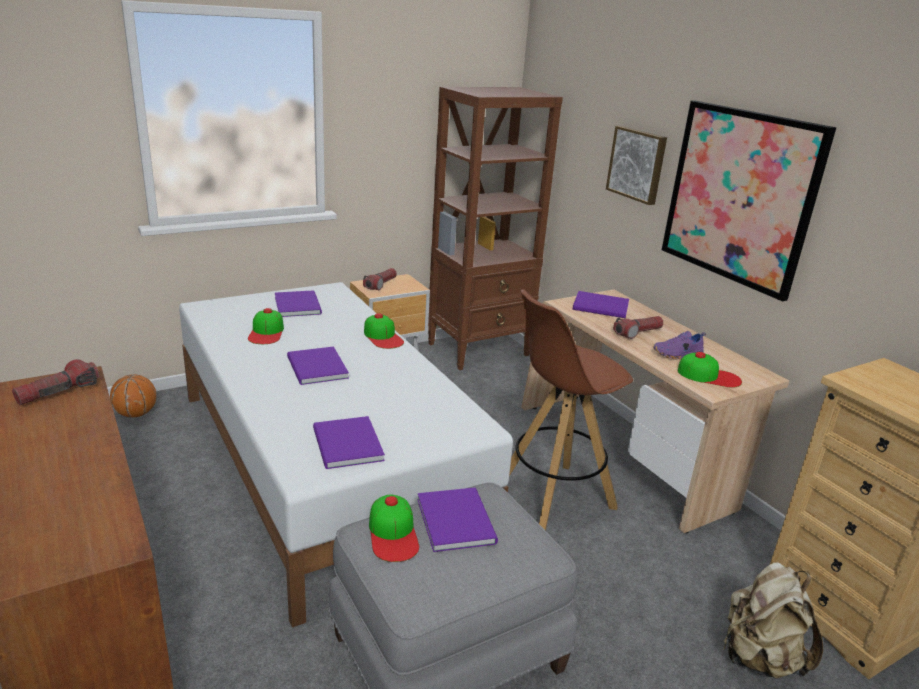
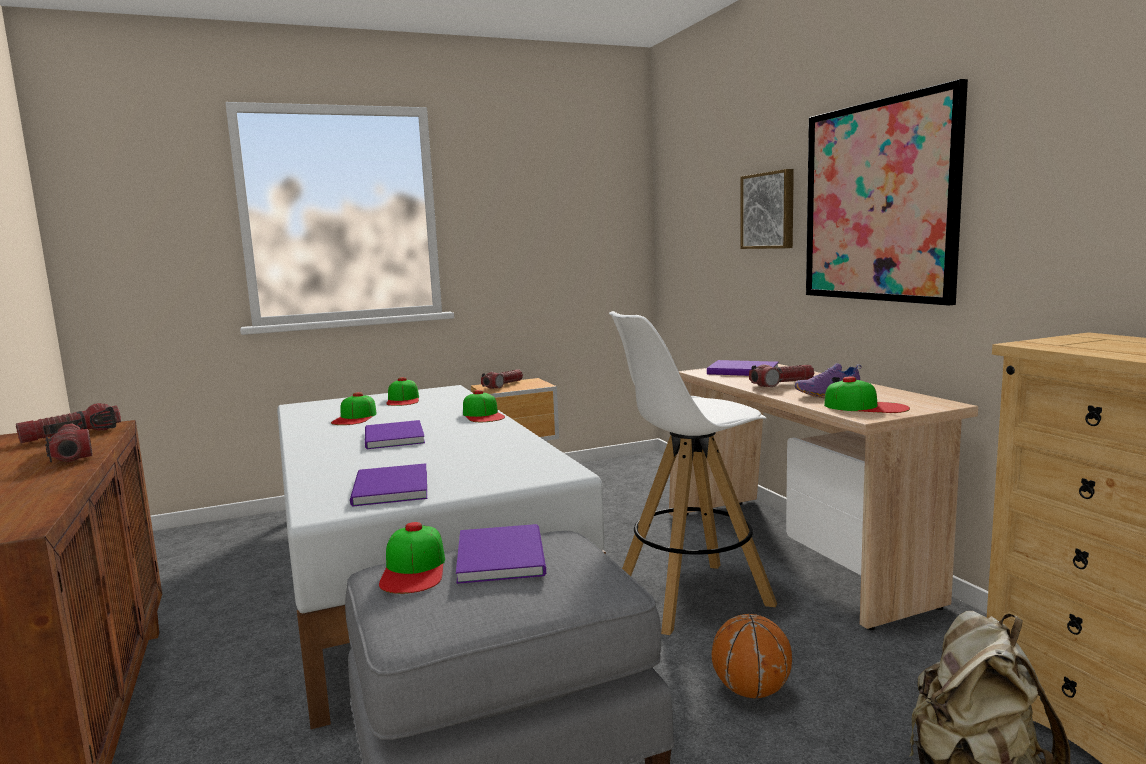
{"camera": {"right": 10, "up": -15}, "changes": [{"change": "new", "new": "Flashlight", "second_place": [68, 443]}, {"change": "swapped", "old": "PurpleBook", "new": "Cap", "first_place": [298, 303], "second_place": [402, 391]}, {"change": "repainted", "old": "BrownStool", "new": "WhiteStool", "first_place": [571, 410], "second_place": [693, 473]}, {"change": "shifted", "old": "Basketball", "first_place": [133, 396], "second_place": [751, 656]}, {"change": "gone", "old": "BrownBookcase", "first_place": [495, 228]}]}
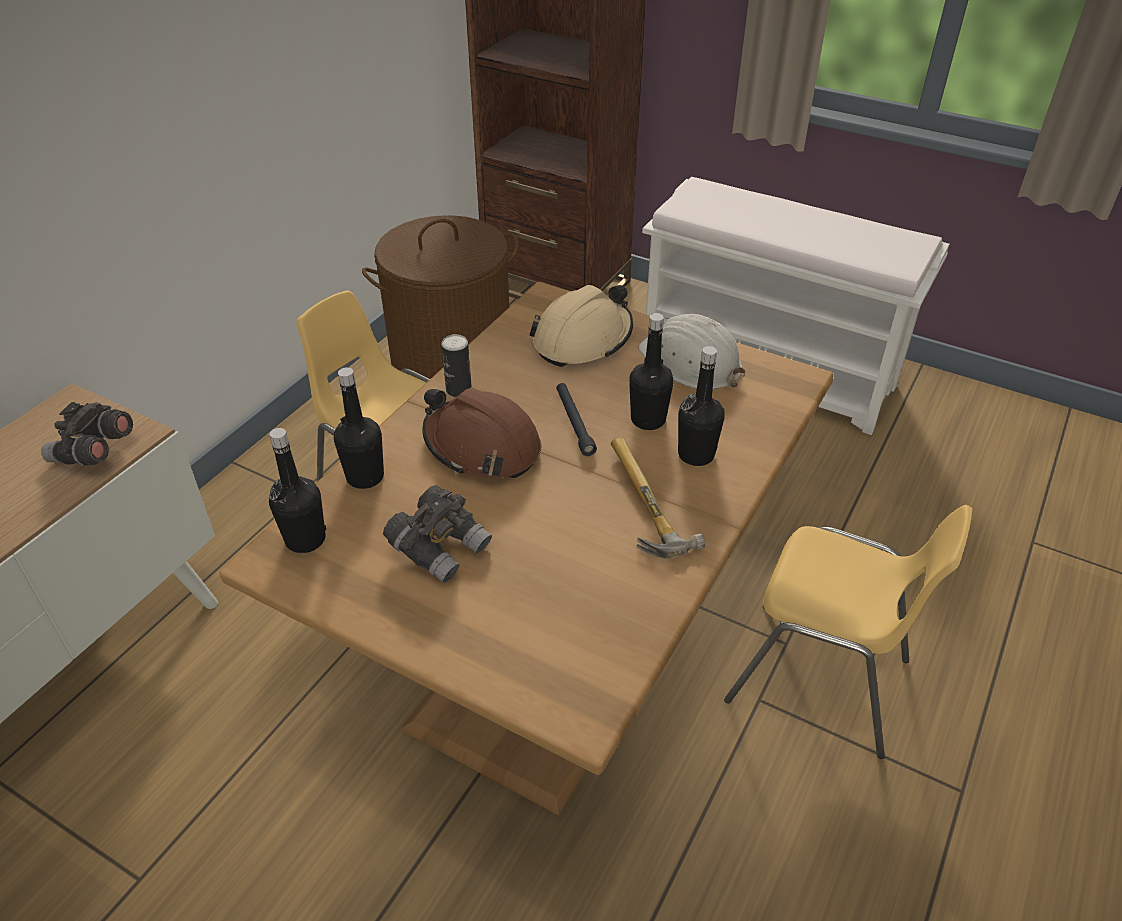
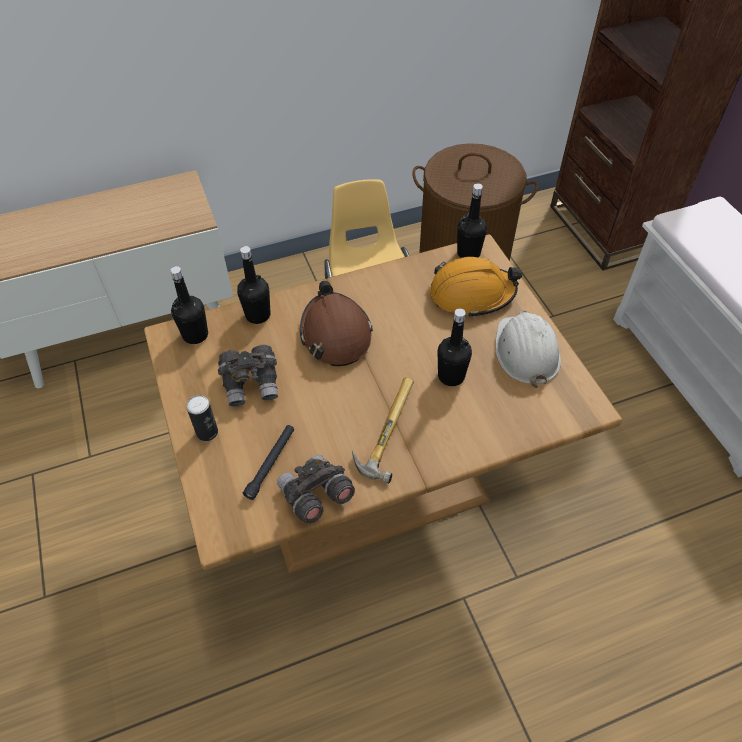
{"camera": {"right": 40, "up": 10}, "changes": [{"change": "shifted", "old": "Can", "first_place": [456, 365], "second_place": [202, 418]}, {"change": "shifted", "old": "BlackFlashlight", "first_place": [576, 419], "second_place": [268, 462]}, {"change": "shifted", "old": "GreyBinoculars", "first_place": [87, 433], "second_place": [316, 489]}, {"change": "repainted", "old": "BeigeHardHat", "new": "OrangeHardHat", "first_place": [581, 326], "second_place": [476, 287]}, {"change": "shifted", "old": "BlackBottle", "first_place": [701, 406], "second_place": [472, 221]}, {"change": "gone", "old": "YellowChair", "first_place": [848, 632]}]}
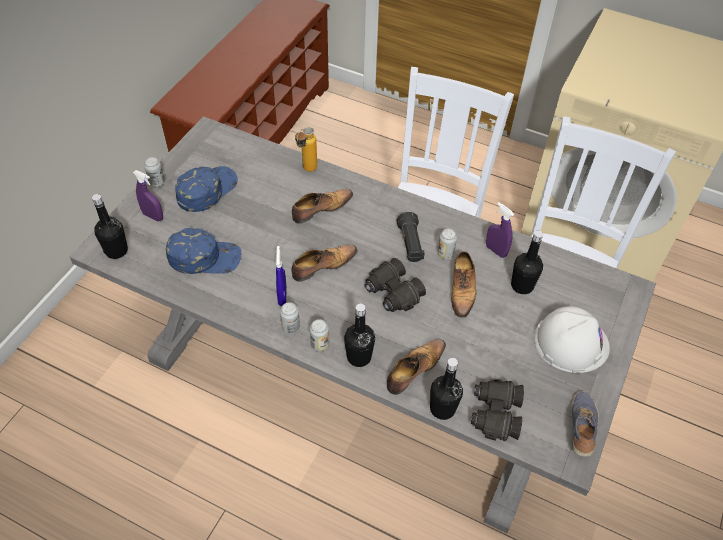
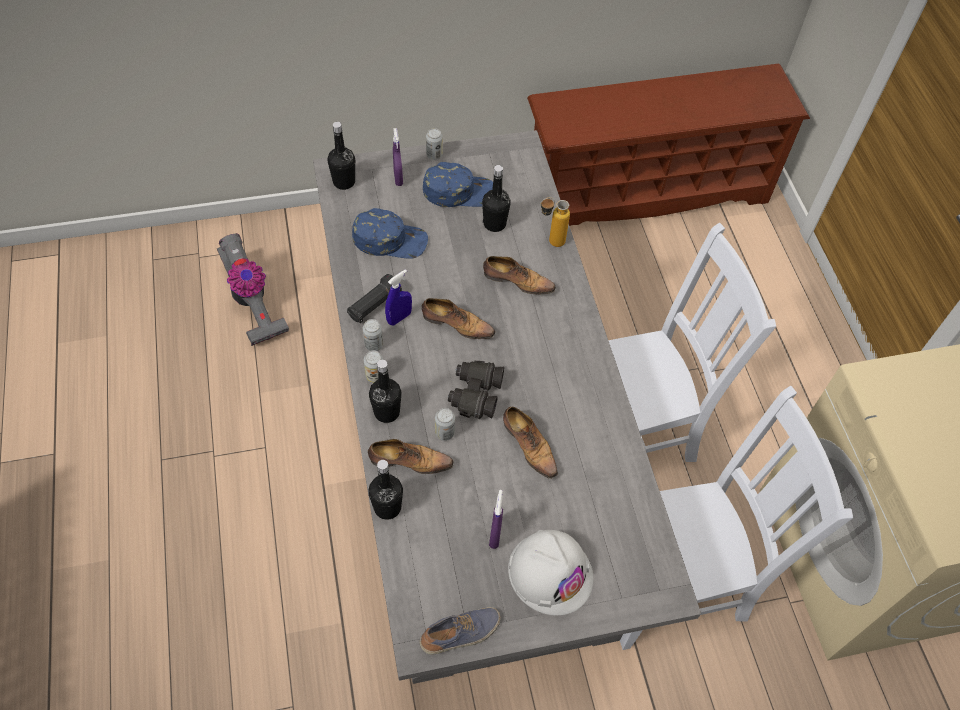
{"camera": {"right": 50, "up": 5}, "changes": [{"change": "new", "new": "VacuumCleaner", "second_place": [253, 289]}, {"change": "shifted", "old": "BlackFlashlight", "first_place": [411, 237], "second_place": [374, 298]}, {"change": "rotated", "old": "BlueCap", "first_place": [203, 251], "second_place": [390, 233], "degrees": -45}, {"change": "shifted", "old": "Can", "first_place": [447, 244], "second_place": [445, 424]}, {"change": "shifted", "old": "BlackBottle", "first_place": [527, 262], "second_place": [496, 198]}, {"change": "shifted", "old": "PurpleSprayBottle", "first_place": [500, 230], "second_place": [496, 519]}, {"change": "rotated", "old": "Shoe", "first_place": [463, 284], "second_place": [530, 443], "degrees": -90}, {"change": "gone", "old": "BlackBinoculars", "first_place": [497, 410]}]}
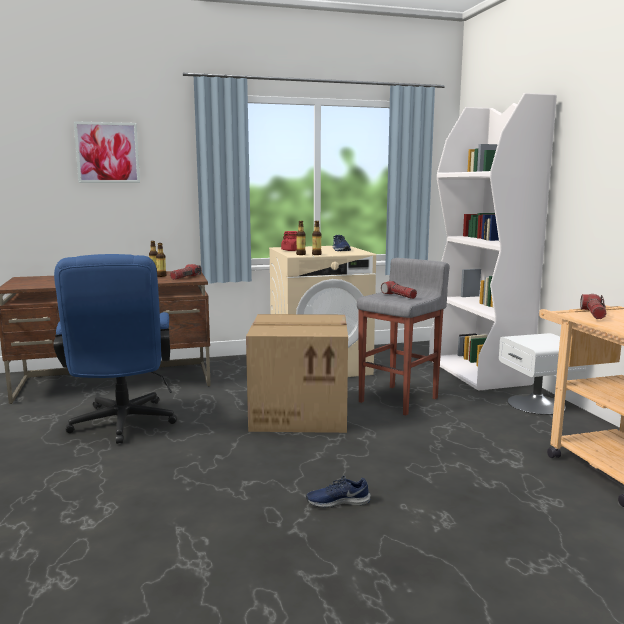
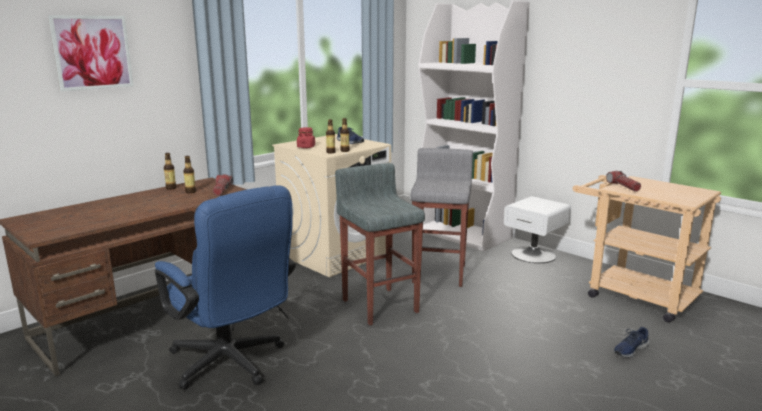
{"camera": {"right": -30, "up": 5}, "changes": [{"change": "swapped", "old": "CardboardBox", "new": "GreyStool", "first_place": [297, 373], "second_place": [380, 244]}, {"change": "shifted", "old": "BlueShoe", "first_place": [338, 492], "second_place": [631, 342]}, {"change": "gone", "old": "Flashlight", "first_place": [399, 290]}]}
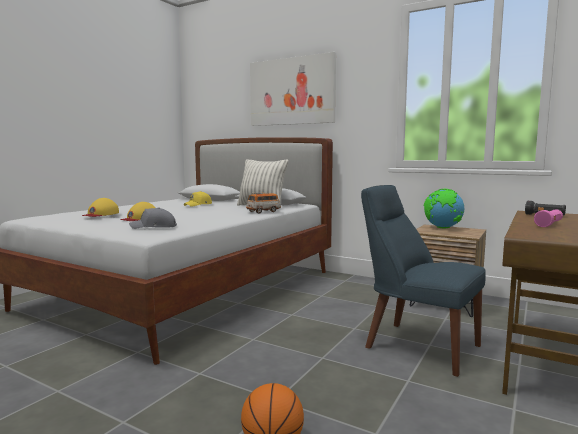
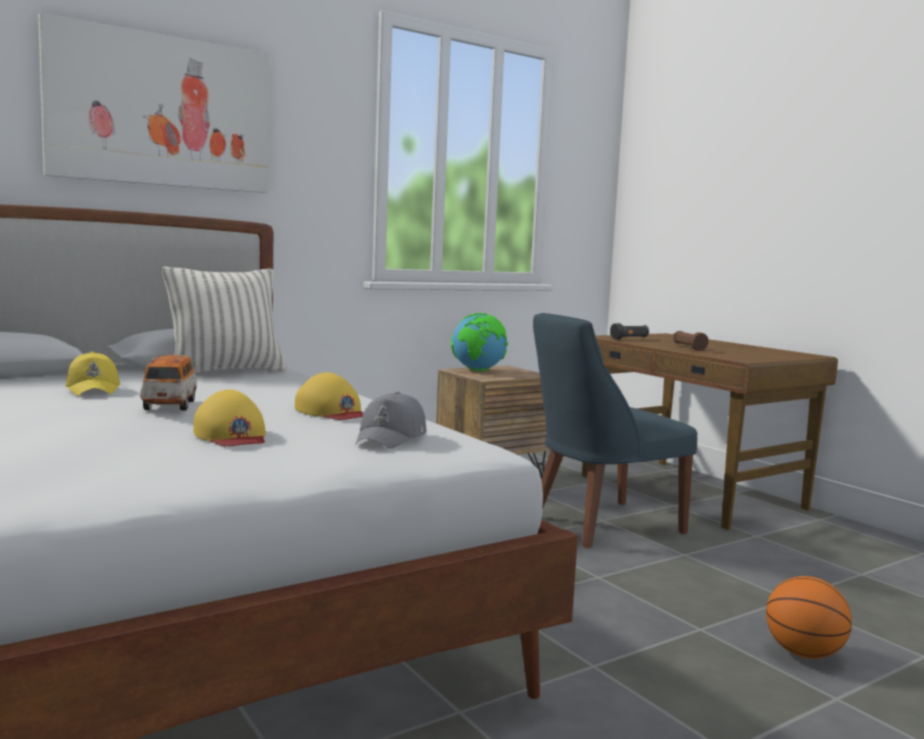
{"camera": {"right": -65, "up": 0}, "changes": [{"change": "shifted", "old": "ToyCar", "first_place": [263, 203], "second_place": [169, 383]}, {"change": "shifted", "old": "YellowCap", "first_place": [100, 207], "second_place": [329, 396]}, {"change": "repainted", "old": "PinkFlashlight", "new": "BrownFlashlight", "first_place": [548, 218], "second_place": [691, 341]}]}
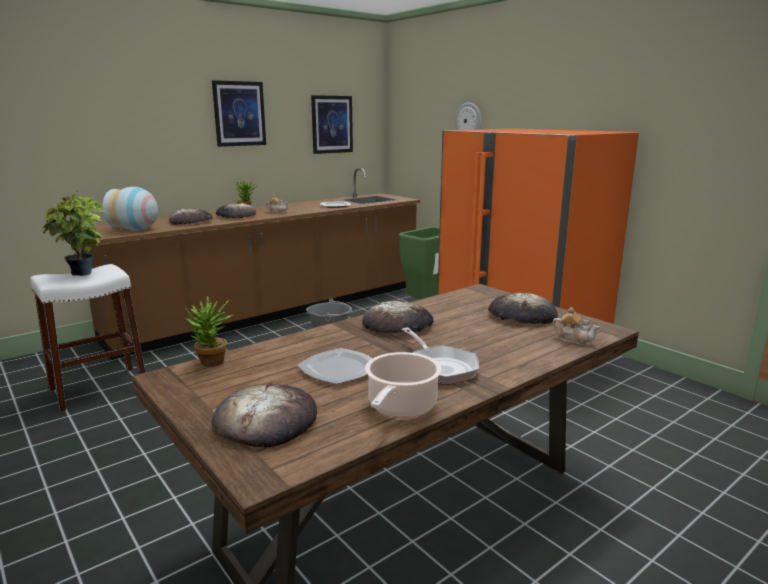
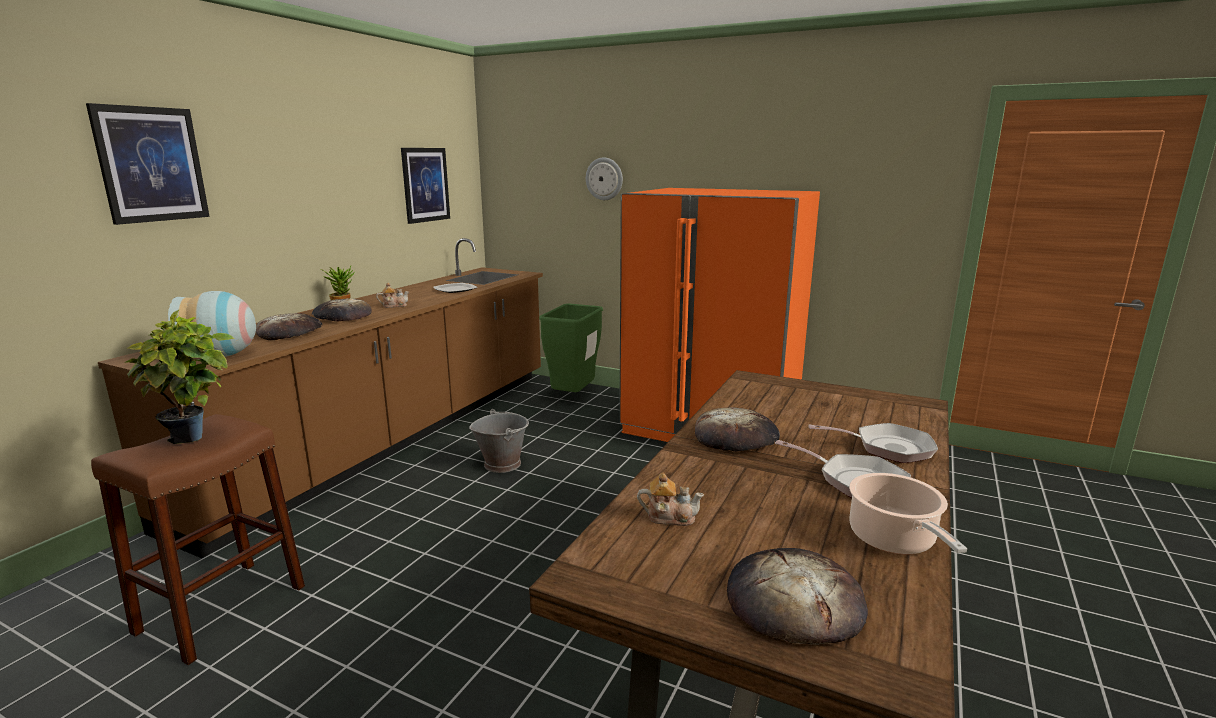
{"camera": {"right": -25, "up": 0}, "changes": [{"change": "shifted", "old": "Picture", "first_place": [239, 113], "second_place": [148, 164]}, {"change": "repainted", "old": "WhiteStool", "new": "BrownStool", "first_place": [87, 338], "second_place": [198, 539]}, {"change": "shifted", "old": "Teapot", "first_place": [576, 327], "second_place": [670, 499]}, {"change": "new", "new": "FryingPan", "second_place": [873, 443]}, {"change": "gone", "old": "PottedPlant", "first_place": [208, 332]}, {"change": "gone", "old": "Plate", "first_place": [335, 366]}, {"change": "gone", "old": "Bread", "first_place": [523, 308]}]}
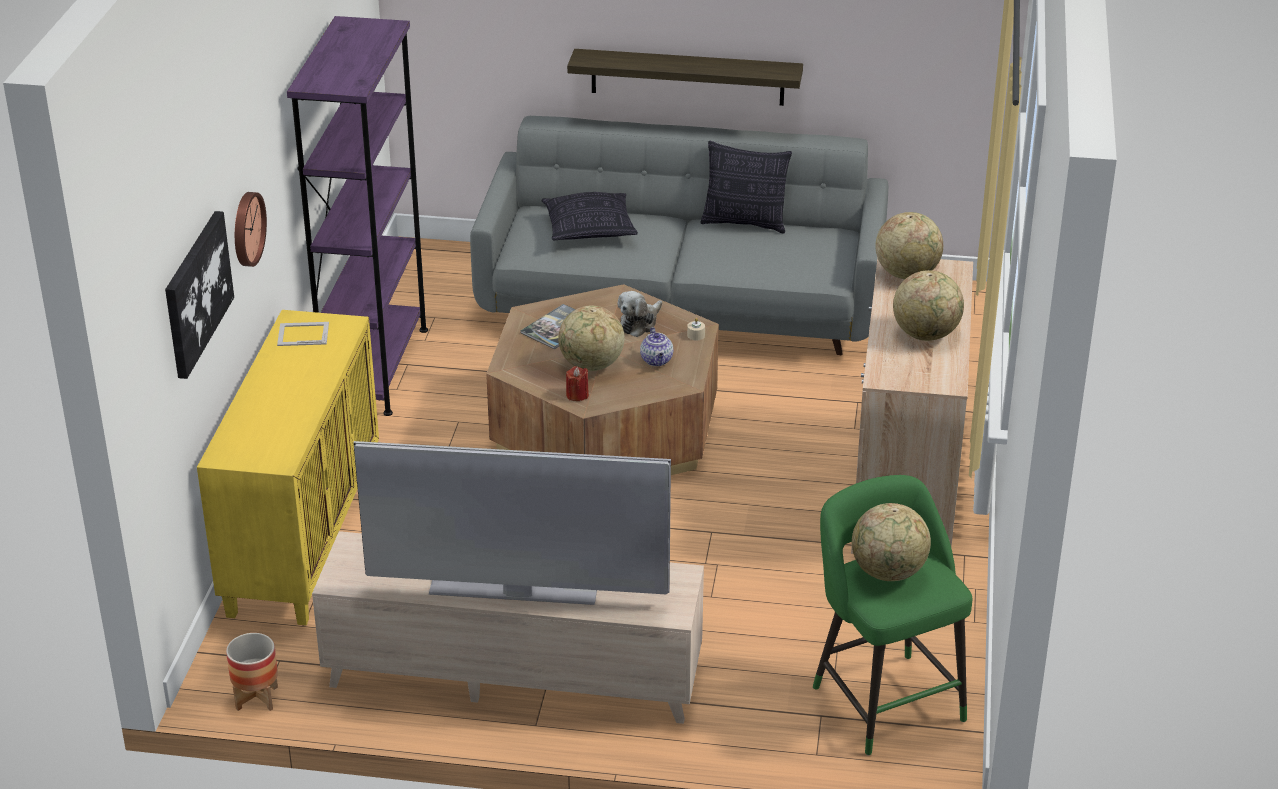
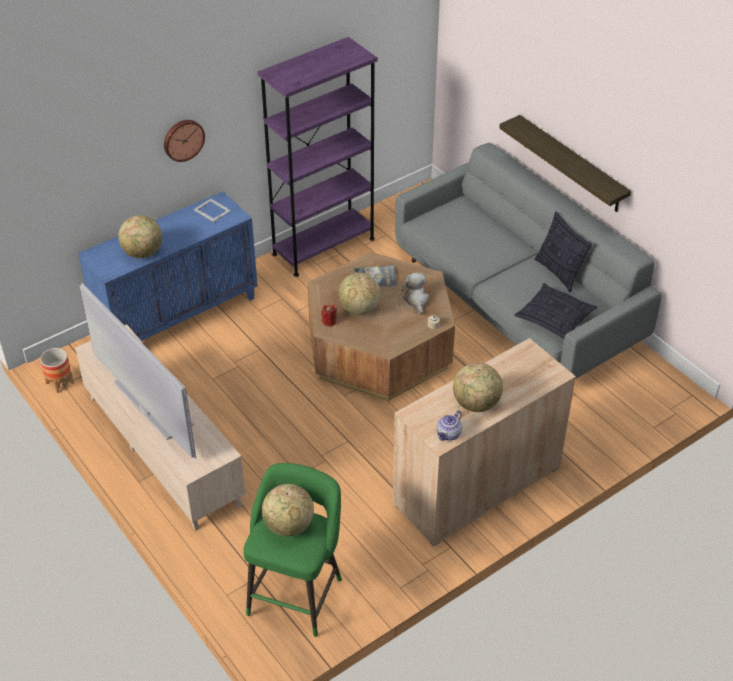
{"camera": {"right": 45, "up": 10}, "changes": [{"change": "repainted", "old": "YellowCabinet", "new": "BlueCabinet", "first_place": [288, 467], "second_place": [168, 266]}, {"change": "shifted", "old": "Globe", "first_place": [909, 245], "second_place": [140, 236]}, {"change": "rotated", "old": "PlushToy", "first_place": [639, 314], "second_place": [415, 294], "degrees": 90}, {"change": "shifted", "old": "Teapot", "first_place": [656, 346], "second_place": [449, 425]}, {"change": "shifted", "old": "Pillow", "first_place": [590, 216], "second_place": [556, 311]}, {"change": "gone", "old": "Picture", "first_place": [199, 295]}]}
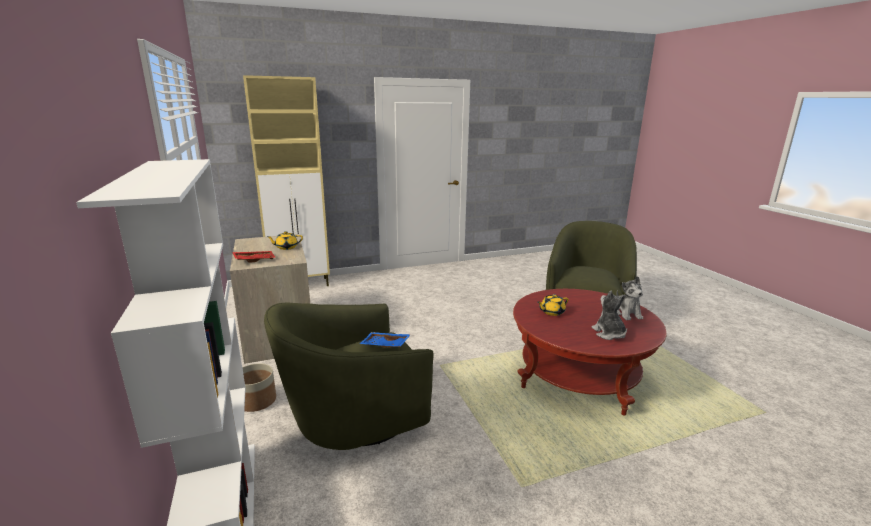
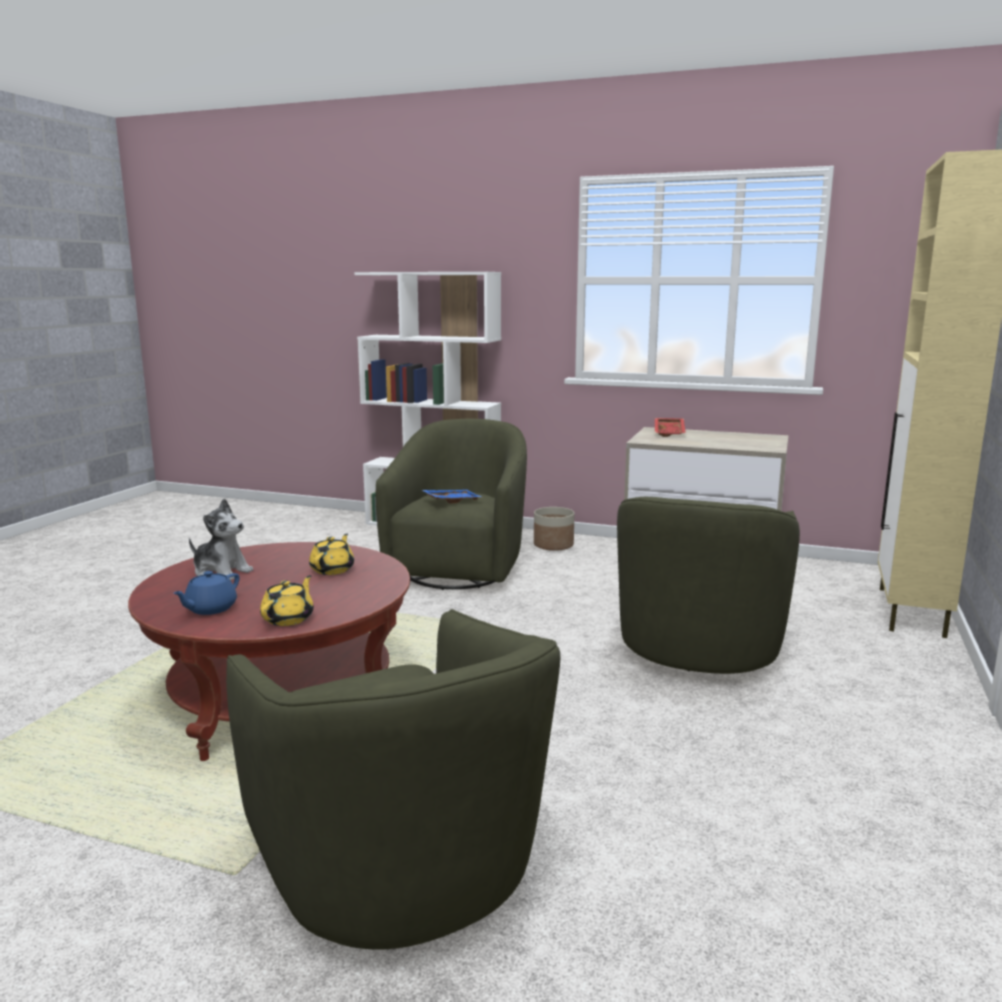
{"camera": {"right": 130, "up": -5}, "changes": [{"change": "swapped", "old": "PlushToy", "new": "BlueTeapot", "first_place": [629, 298], "second_place": [206, 593]}, {"change": "shifted", "old": "YellowTeapot", "first_place": [285, 240], "second_place": [287, 600]}, {"change": "new", "new": "GreenArmchair", "second_place": [708, 585]}]}
